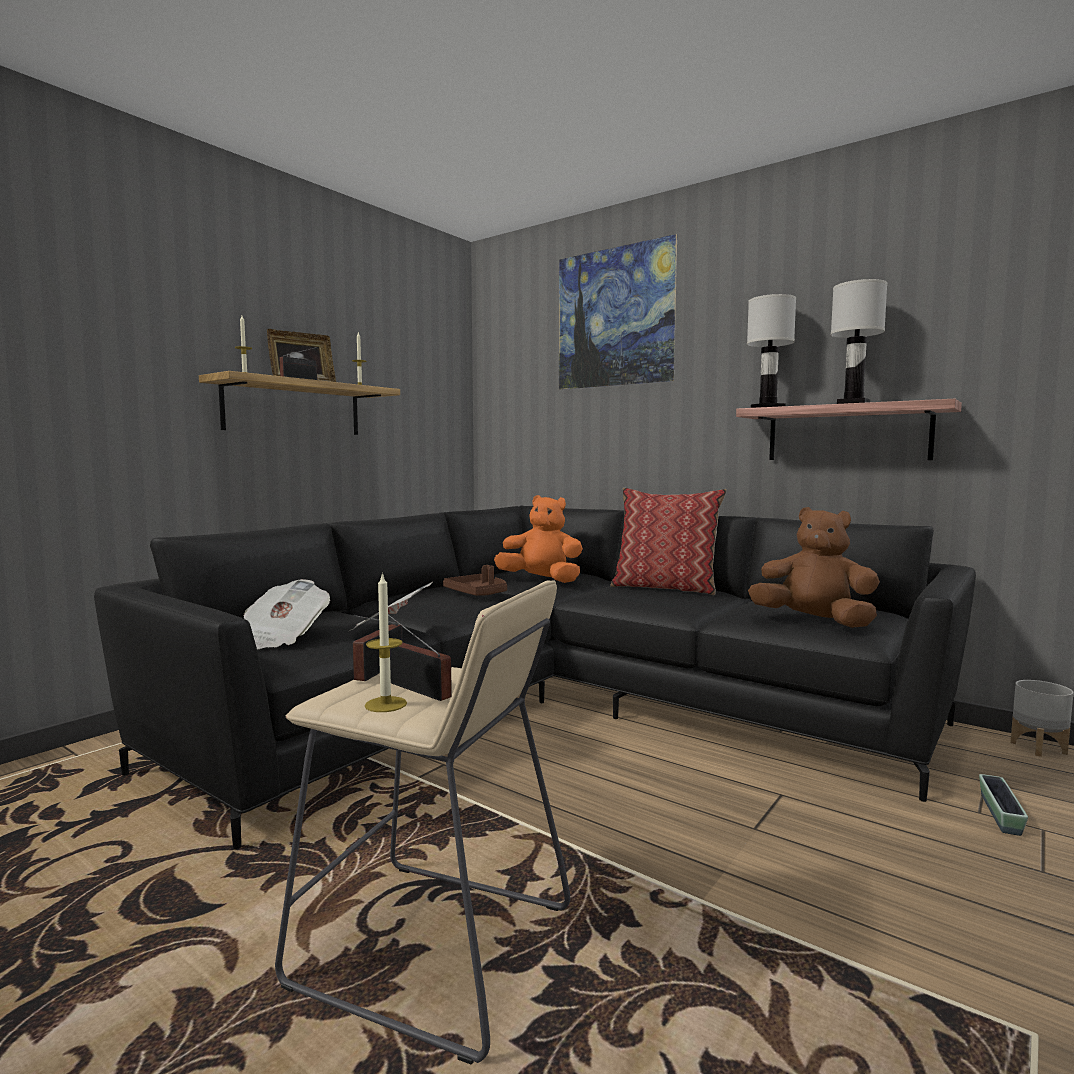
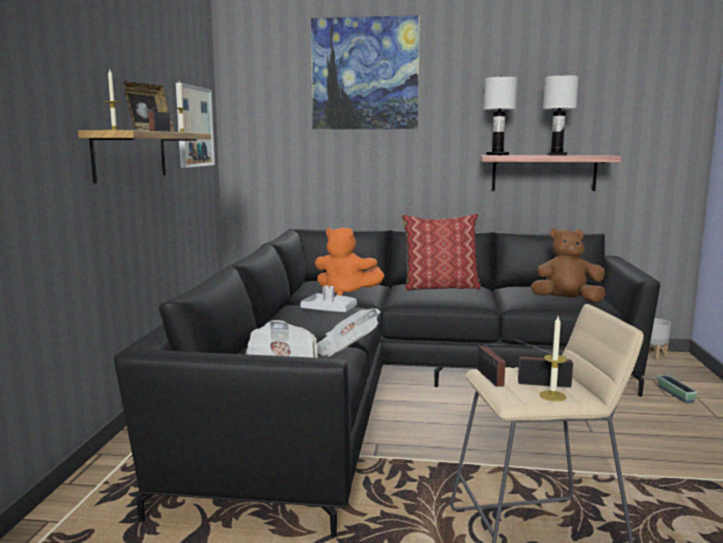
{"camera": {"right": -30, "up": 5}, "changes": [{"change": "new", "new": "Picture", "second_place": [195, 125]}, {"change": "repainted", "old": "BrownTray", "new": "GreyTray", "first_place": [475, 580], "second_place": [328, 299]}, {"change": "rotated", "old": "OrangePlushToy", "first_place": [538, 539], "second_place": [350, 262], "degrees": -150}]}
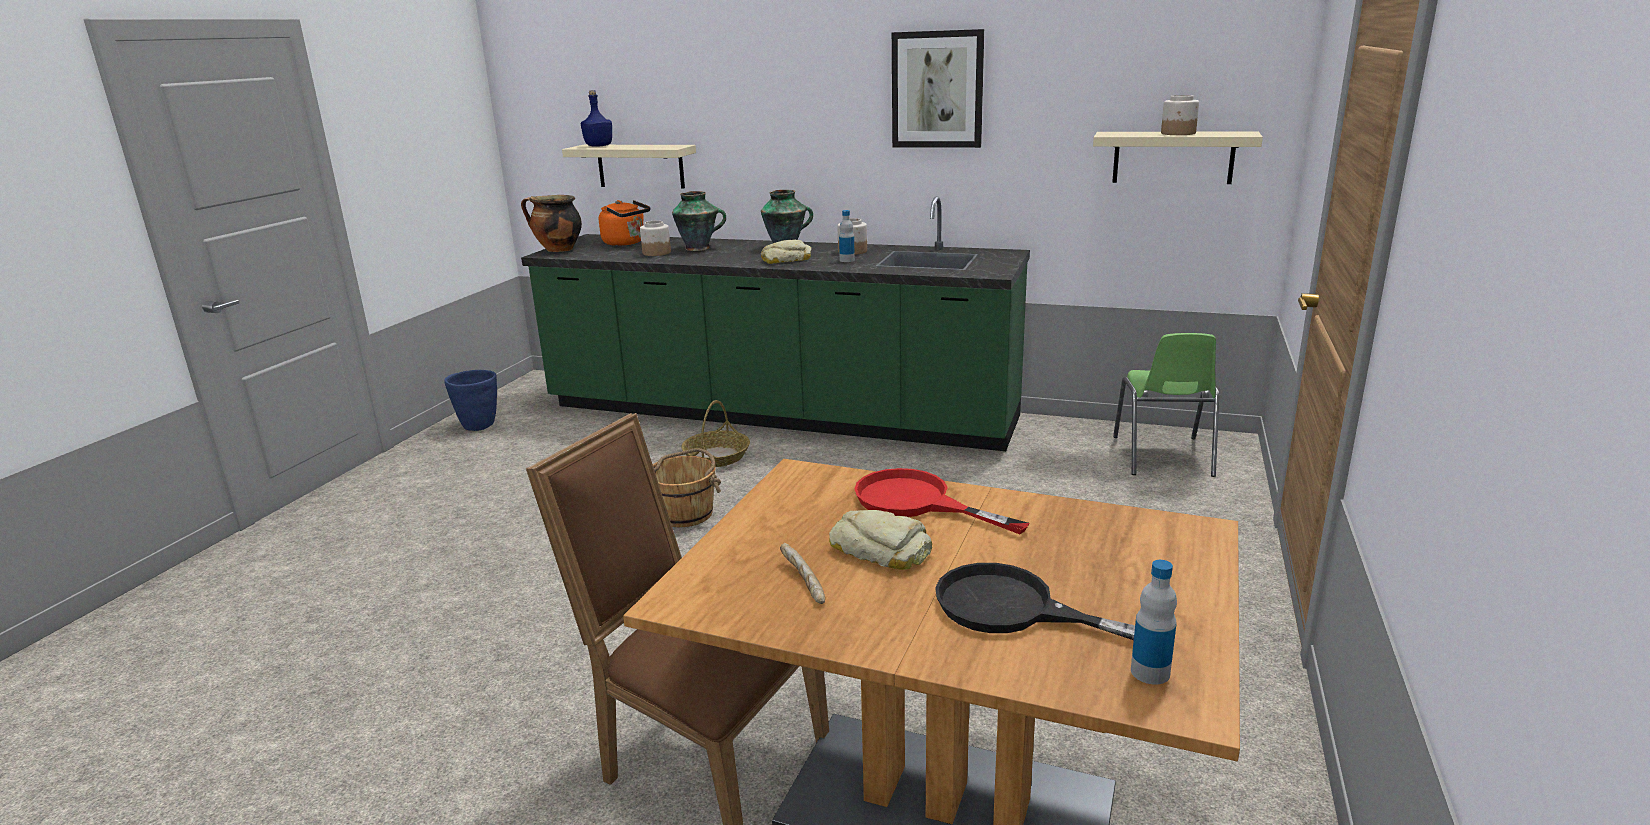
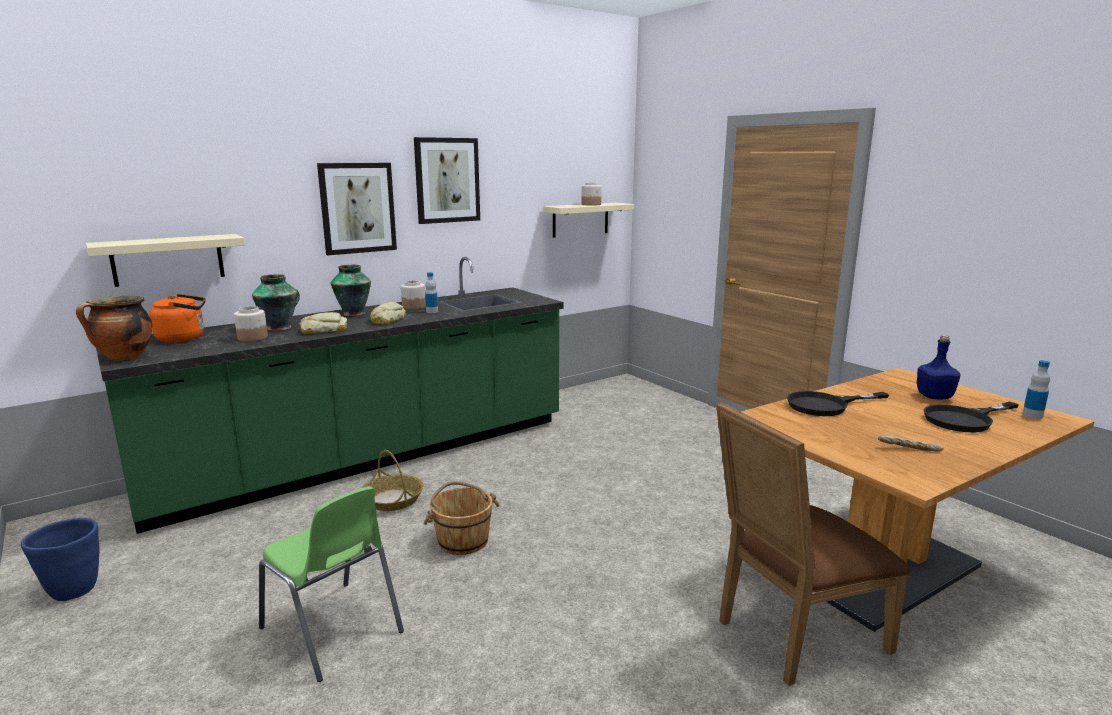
{"camera": {"right": -55, "up": -5}, "changes": [{"change": "shifted", "old": "GreenChair", "first_place": [1166, 405], "second_place": [331, 584]}, {"change": "shifted", "old": "Bread", "first_place": [880, 540], "second_place": [323, 323]}, {"change": "new", "new": "Picture", "second_place": [357, 209]}, {"change": "repainted", "old": "RedFryingPan", "new": "BlackFryingPan", "first_place": [941, 501], "second_place": [838, 403]}, {"change": "shifted", "old": "BlueBottle", "first_place": [596, 118], "second_place": [939, 367]}]}
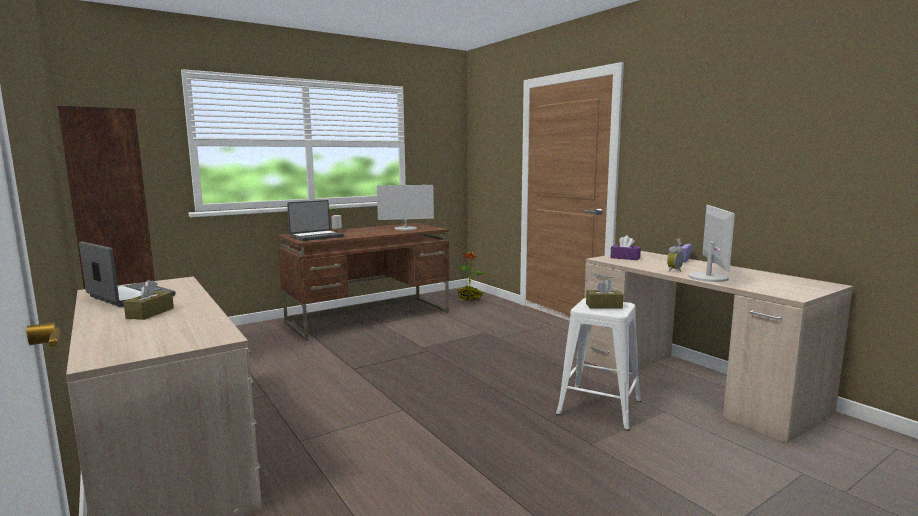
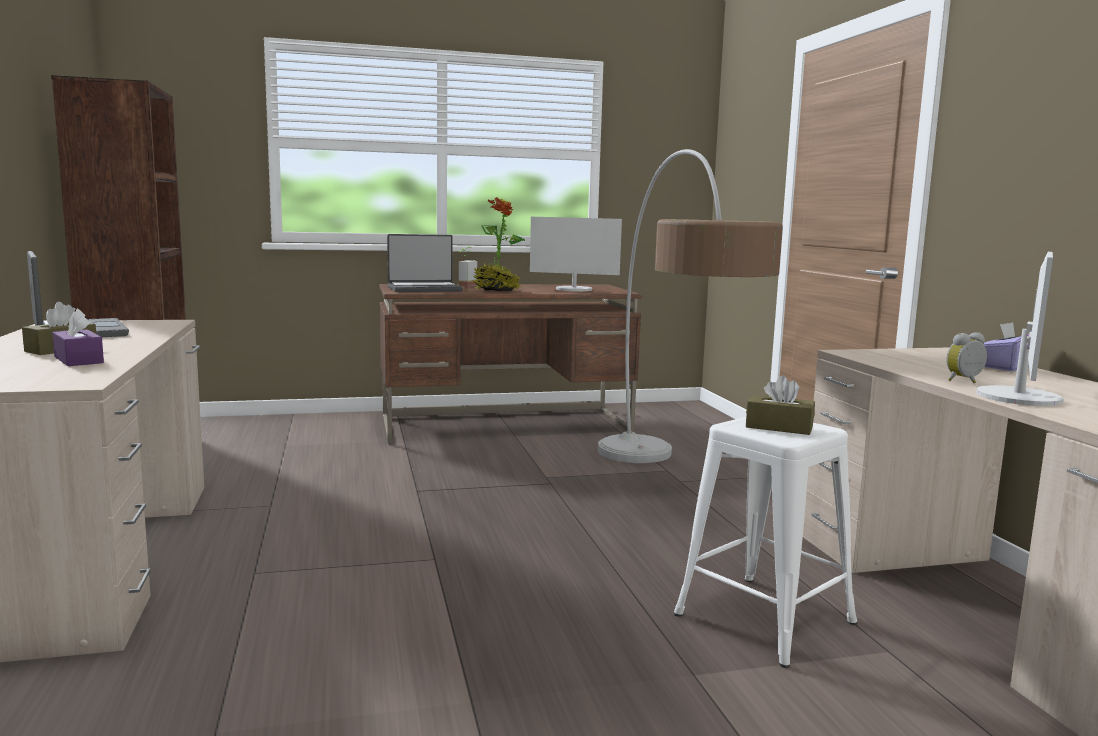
{"camera": {"right": 20, "up": 0}, "changes": [{"change": "shifted", "old": "PurpleTissueBox", "first_place": [625, 247], "second_place": [78, 337]}, {"change": "shifted", "old": "PottedPlant", "first_place": [471, 276], "second_place": [499, 244]}, {"change": "new", "new": "FloorLamp", "second_place": [690, 306]}]}
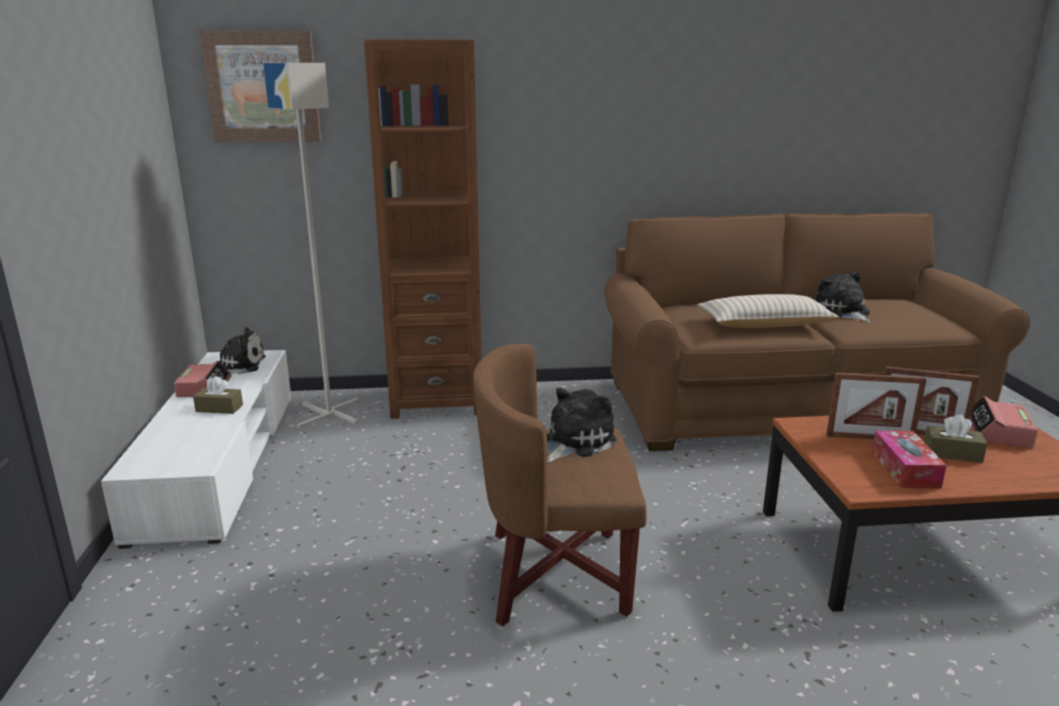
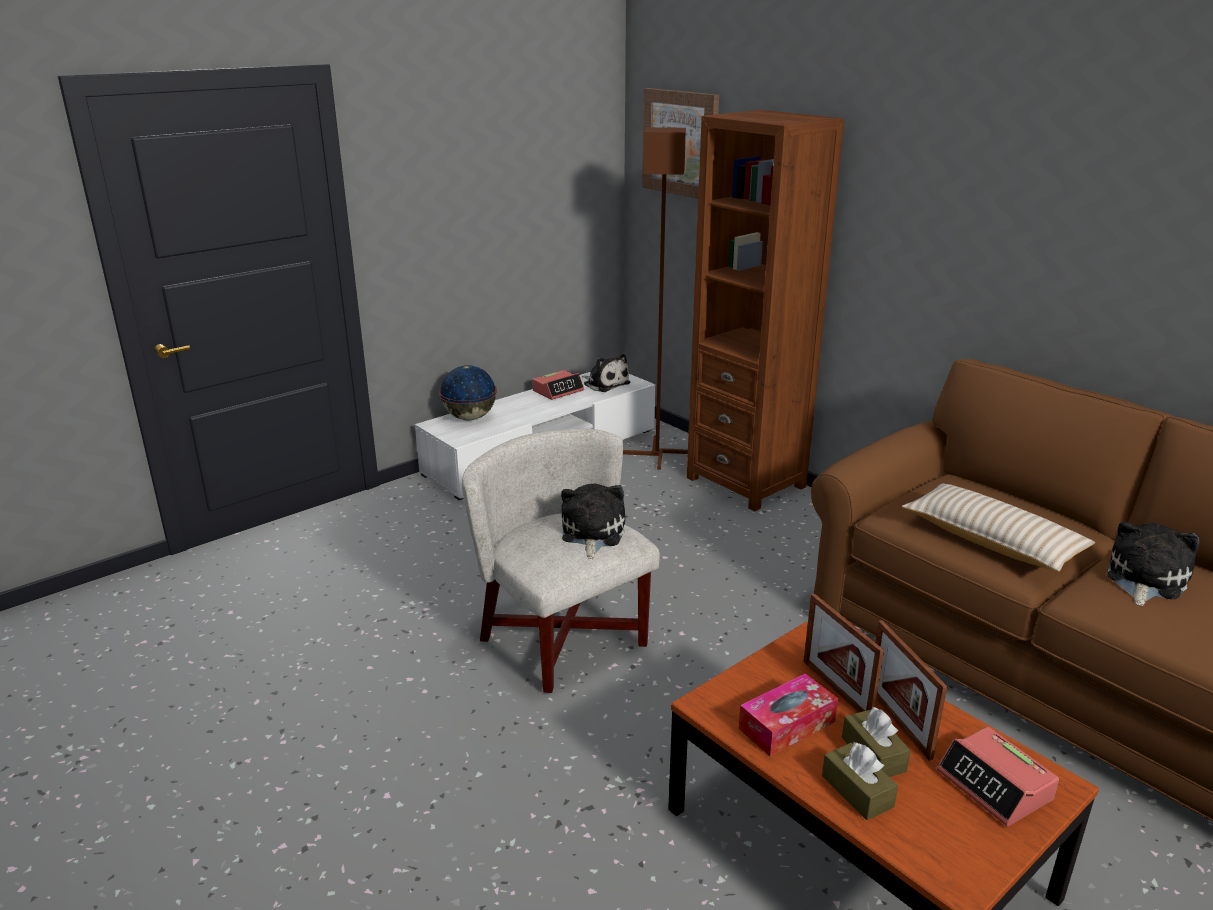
{"camera": {"right": 55, "up": 5}, "changes": [{"change": "new", "new": "Globe", "second_place": [468, 392]}, {"change": "repainted", "old": "BrownArmchair", "new": "WhiteArmchair", "first_place": [560, 485], "second_place": [561, 561]}, {"change": "rotated", "old": "PlushToy", "first_place": [582, 425], "second_place": [593, 521], "degrees": -90}, {"change": "repainted", "old": "GreyFloorLamp", "new": "BrownFloorLamp", "first_place": [311, 246], "second_place": [655, 298]}, {"change": "shifted", "old": "BrownTissueBox", "first_place": [218, 395], "second_place": [860, 781]}, {"change": "rotated", "old": "AlarmClock", "first_place": [1004, 422], "second_place": [998, 777], "degrees": -105}]}
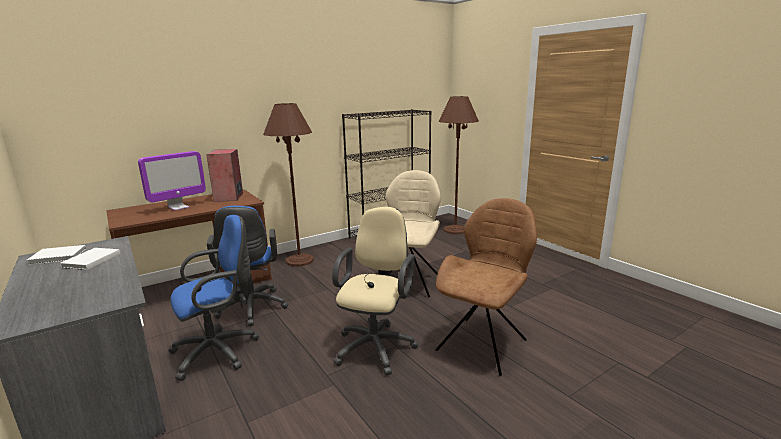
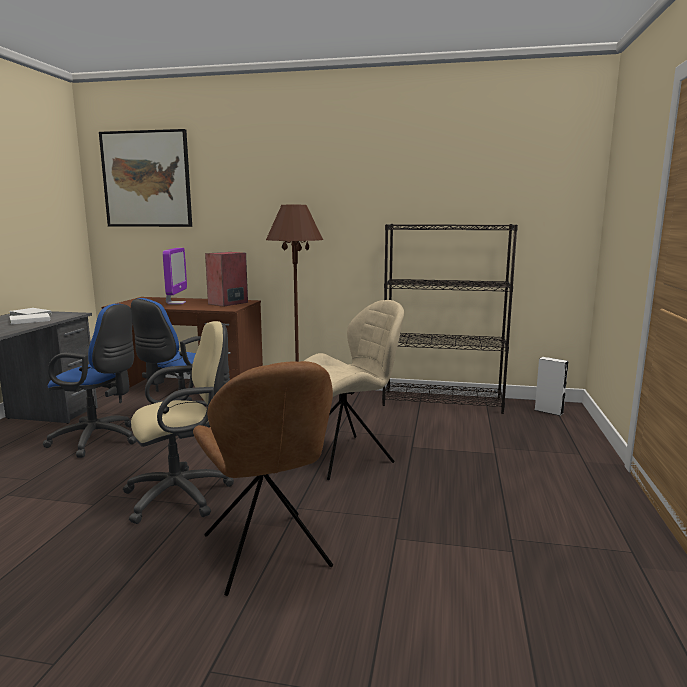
{"camera": {"right": 45, "up": -5}, "changes": [{"change": "new", "new": "Picture", "second_place": [145, 178]}, {"change": "rotated", "old": "Monitor", "first_place": [172, 181], "second_place": [175, 276], "degrees": -90}, {"change": "rotated", "old": "BrownChair", "first_place": [486, 287], "second_place": [263, 478], "degrees": 75}, {"change": "new", "new": "WhiteSpeaker", "second_place": [551, 386]}, {"change": "gone", "old": "BrownFloorLamp", "first_place": [458, 165]}]}
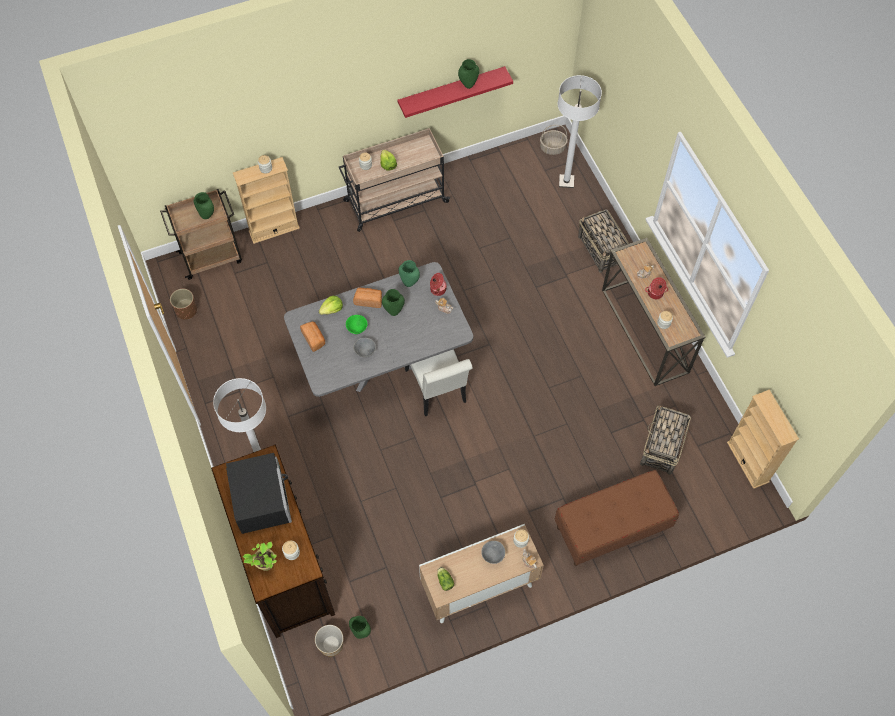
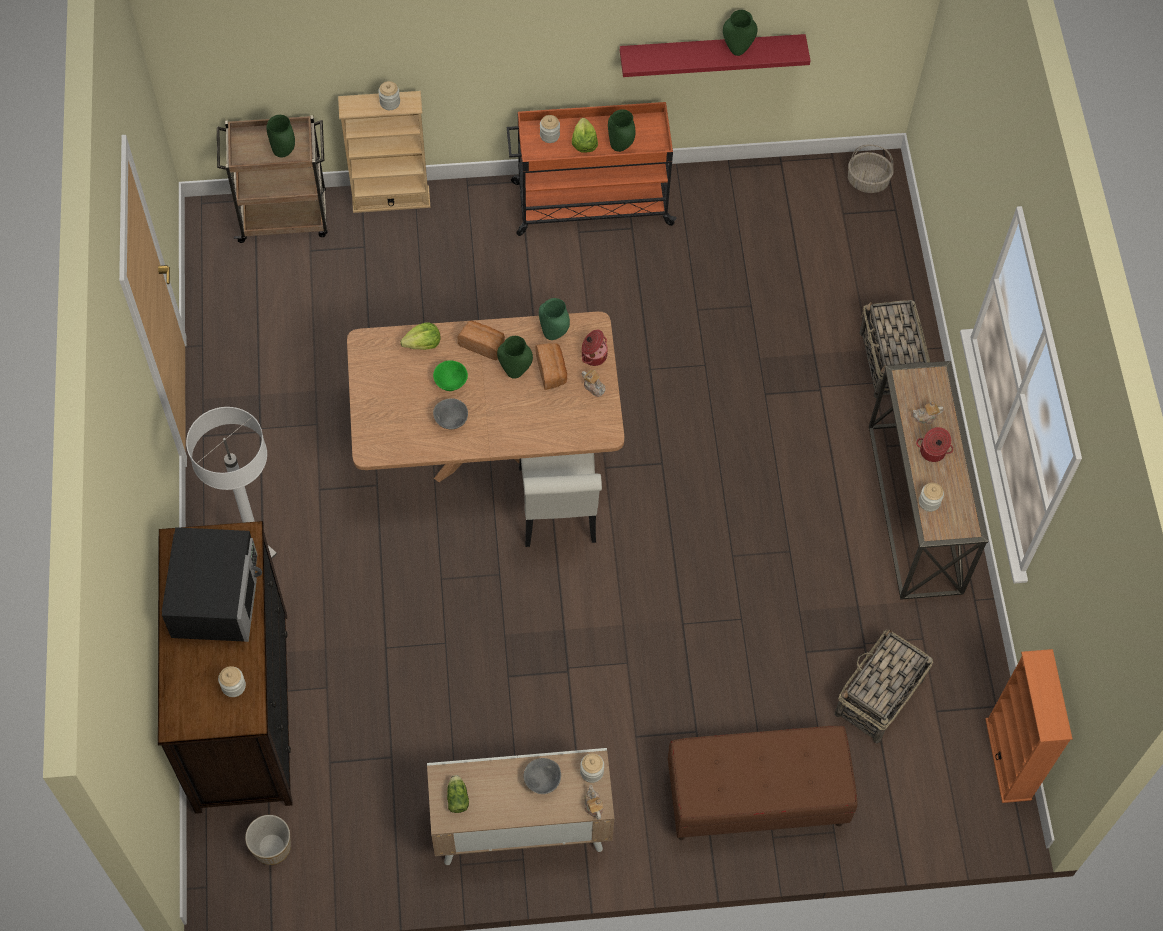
{"camera": {"right": 15, "up": 0}, "changes": [{"change": "repainted", "old": "GreyDiningTable", "new": "BrownDiningTable", "first_place": [378, 329], "second_place": [485, 397]}, {"change": "repainted", "old": "BeigeCart", "new": "OrangeCart", "first_place": [394, 180], "second_place": [592, 169]}, {"change": "shifted", "old": "Bread", "first_place": [312, 337], "second_place": [551, 366]}, {"change": "shifted", "old": "GreenVase", "first_place": [360, 627], "second_place": [621, 130]}, {"change": "repainted", "old": "BeigeBookcase", "new": "OrangeBookcase", "first_place": [763, 439], "second_place": [1028, 726]}, {"change": "gone", "old": "BrownPlanter", "first_place": [183, 304]}, {"change": "gone", "old": "PottedPlant", "first_place": [260, 556]}, {"change": "gone", "old": "WhiteFloorLamp", "first_place": [580, 131]}]}
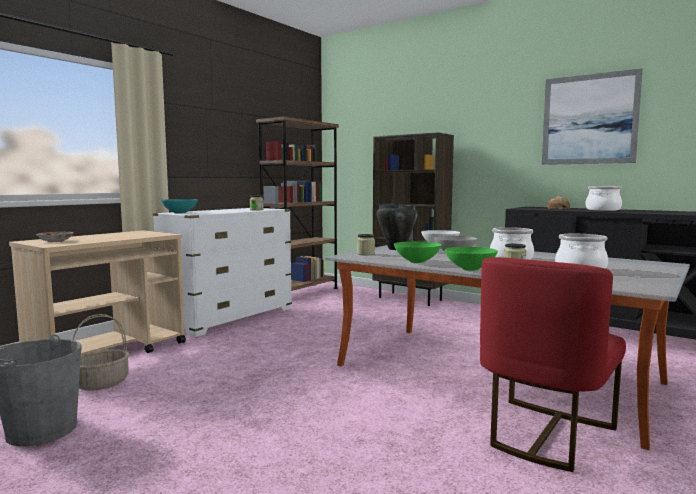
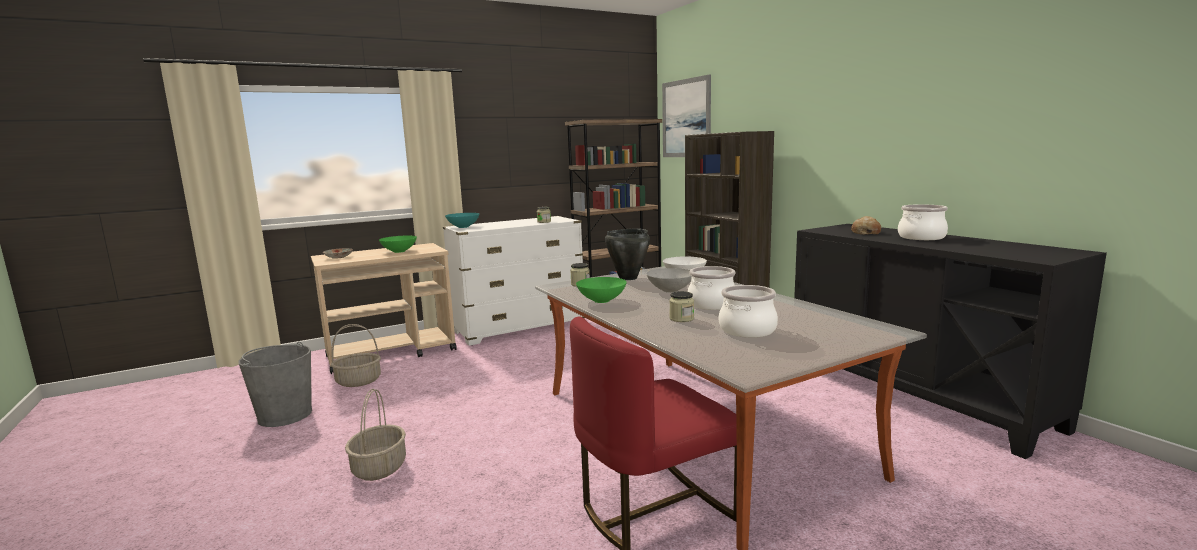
{"camera": {"right": 25, "up": 5}, "changes": [{"change": "new", "new": "Basket", "second_place": [375, 435]}, {"change": "shifted", "old": "GreenBowl", "first_place": [471, 259], "second_place": [398, 244]}, {"change": "shifted", "old": "Picture", "first_place": [592, 116], "second_place": [686, 115]}]}
